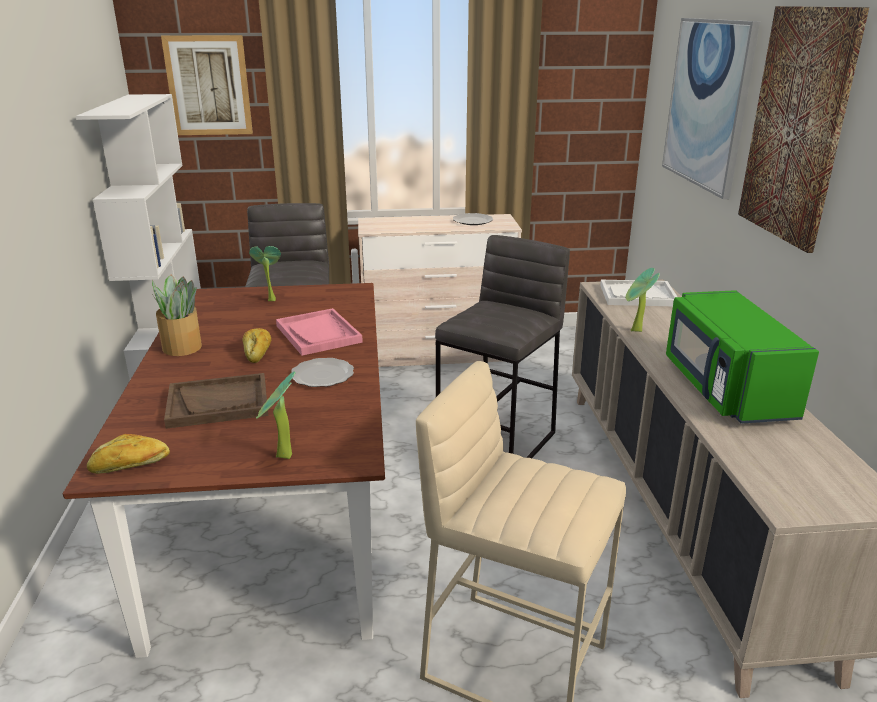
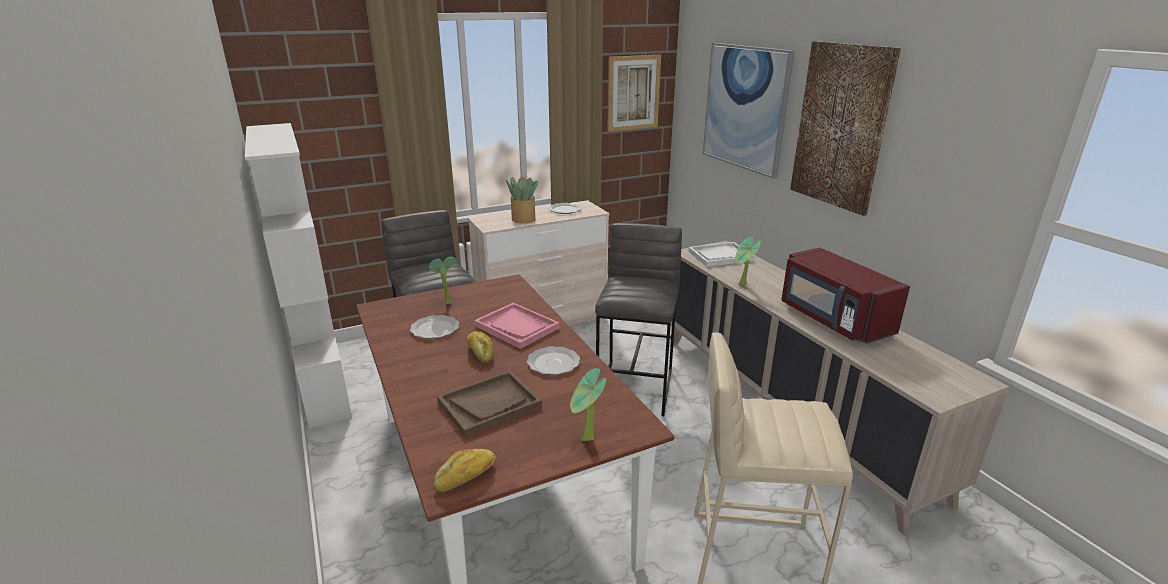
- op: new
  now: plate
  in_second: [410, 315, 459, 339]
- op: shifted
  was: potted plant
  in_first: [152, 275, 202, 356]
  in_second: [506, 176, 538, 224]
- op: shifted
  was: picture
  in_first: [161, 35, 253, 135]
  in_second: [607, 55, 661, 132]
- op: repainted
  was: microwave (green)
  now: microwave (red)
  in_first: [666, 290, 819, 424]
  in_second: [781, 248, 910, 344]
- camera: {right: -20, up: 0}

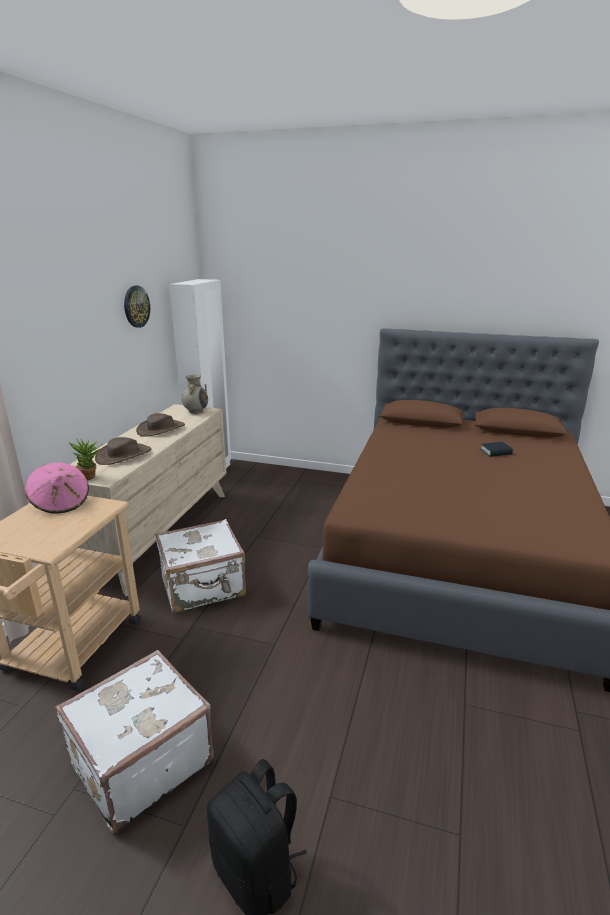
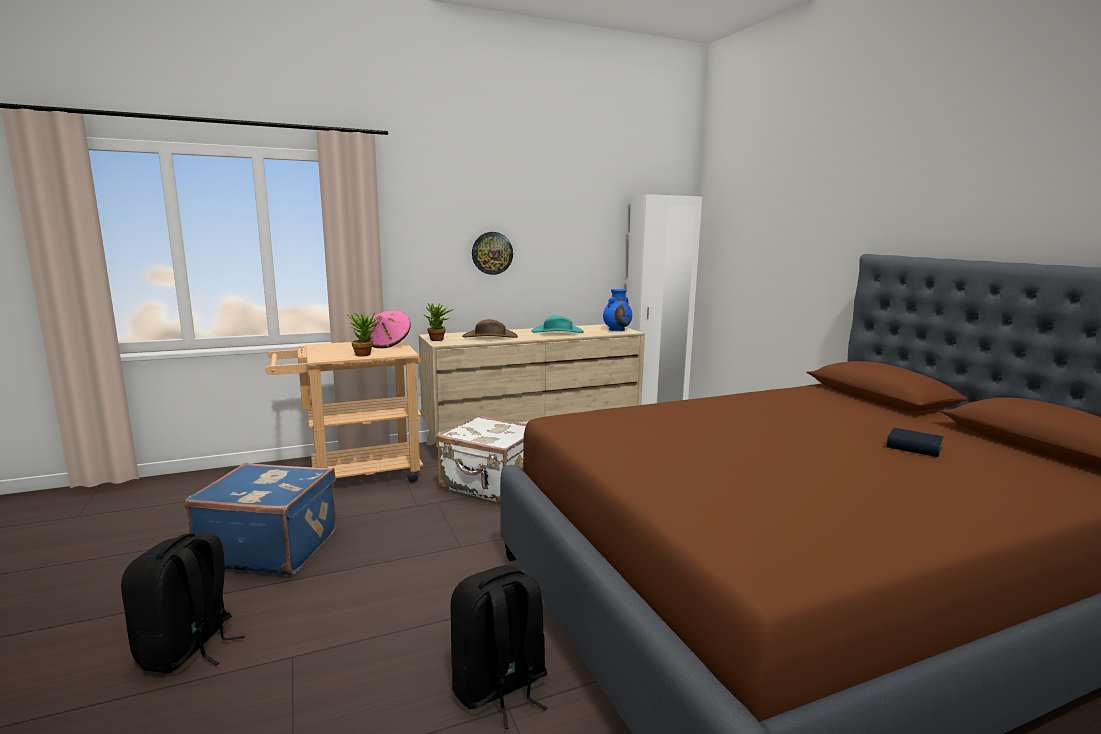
- op: new
  now: potted plant
  in_second: [346, 313, 381, 356]
- op: new
  now: backpack (black)
  in_second: [450, 565, 548, 729]
- op: shifted
  was: wall clock
  in_first: [124, 286, 150, 328]
  in_second: [472, 232, 513, 275]
- op: repainted
  was: suitcase (white)
  now: suitcase (blue)
  in_first: [55, 650, 214, 834]
  in_second: [184, 463, 337, 575]
- op: repainted
  was: hat (brown)
  now: hat (turquoise)
  in_first: [136, 413, 185, 437]
  in_second: [532, 316, 584, 333]
- op: repainted
  was: vase (beige)
  now: vase (blue)
  in_first: [182, 374, 208, 414]
  in_second: [603, 289, 632, 331]
- camera: {right: 50, up: -10}

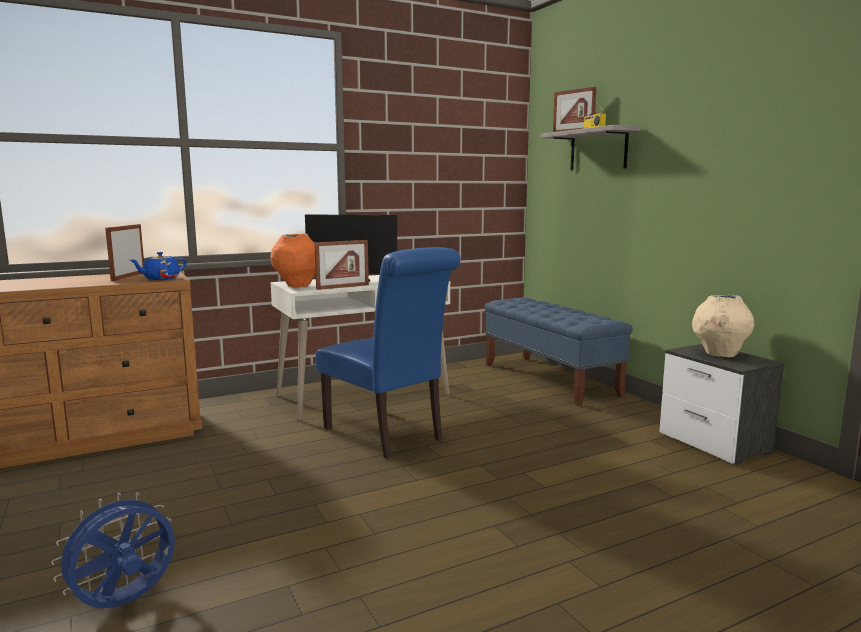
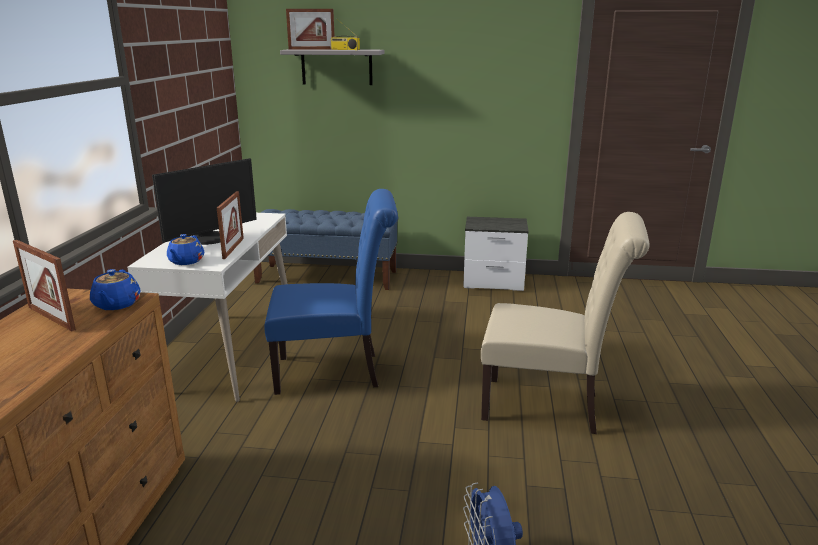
- op: gone
  was: vase (beige)
  in_first: [692, 295, 754, 358]
- op: new
  now: chair (beige)
  in_second: [481, 212, 649, 434]
- op: swapped
  was: vase (orange)
  now: teapot (blue)
  in_first: [270, 234, 316, 288]
  in_second: [167, 234, 204, 265]
- camera: {right: -55, up: 10}

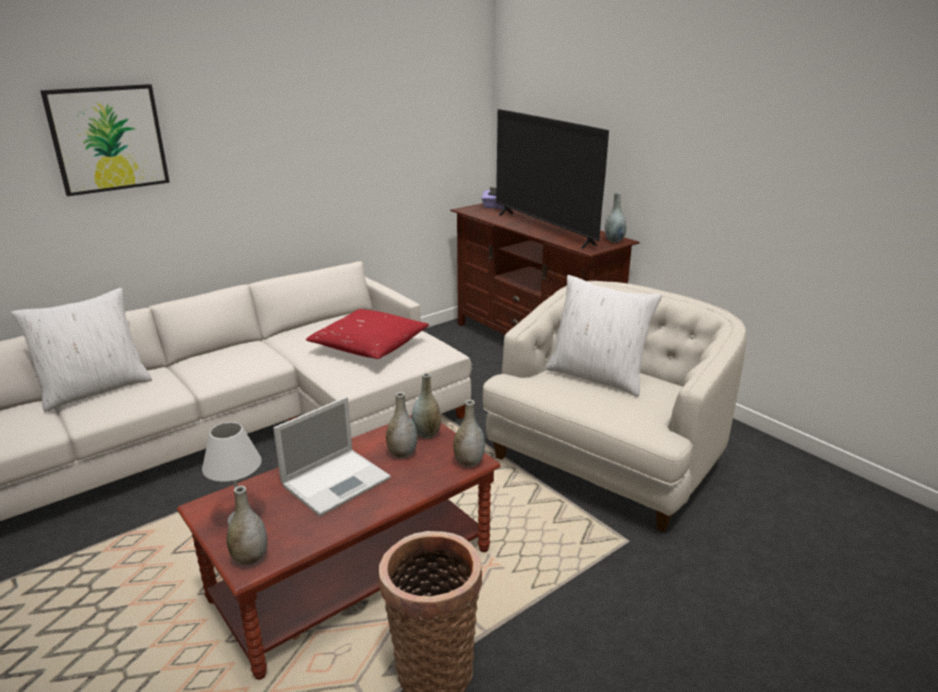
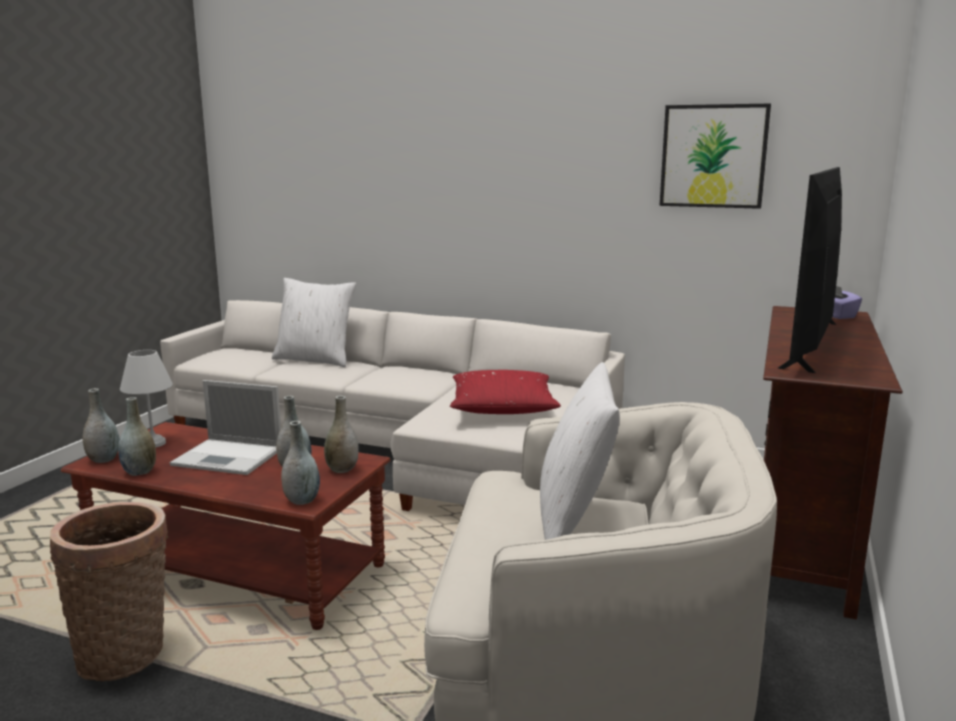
- op: shifted
  was: picture
  in_first: [40, 84, 170, 196]
  in_second: [660, 104, 771, 209]
- op: shifted
  was: vase (grey)
  in_first: [605, 192, 626, 242]
  in_second: [118, 397, 156, 476]
- camera: {right: 60, up: -10}

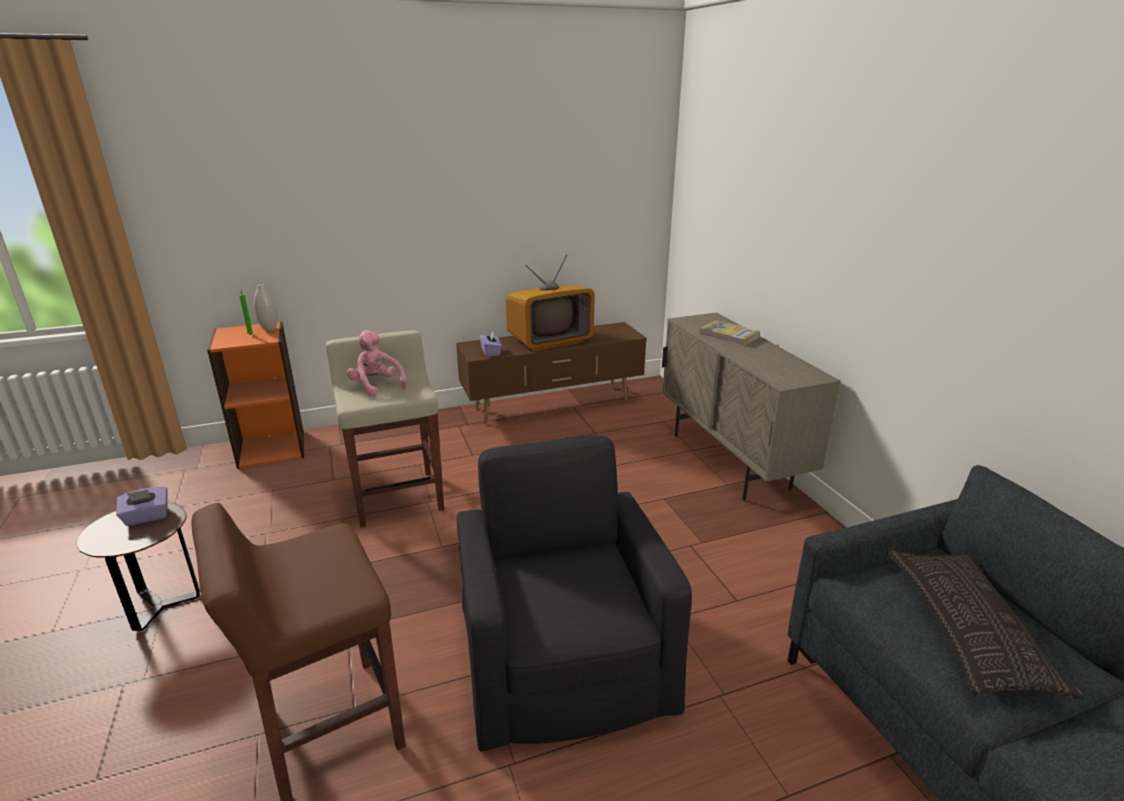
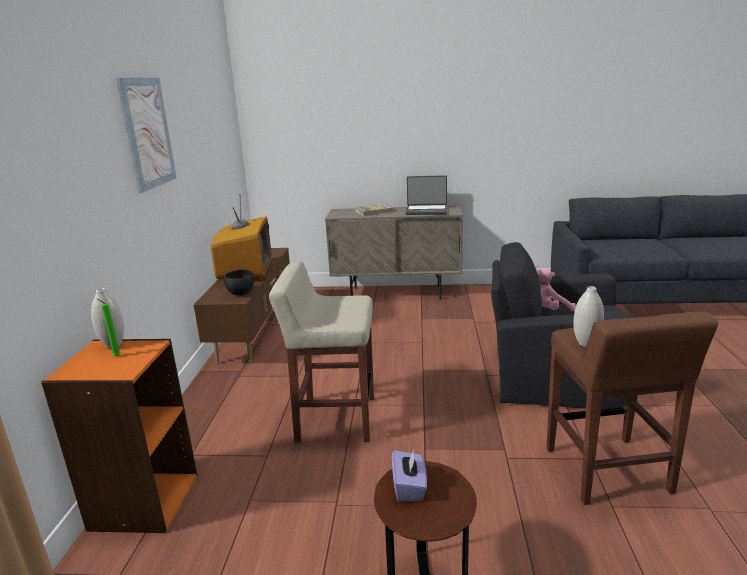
- op: gone
  was: pillow
  in_first: [887, 550, 1084, 699]
- op: new
  now: picture
  in_second: [116, 78, 177, 193]
- op: new
  now: laptop
  in_second: [405, 175, 447, 215]
- op: new
  now: vase (white)
  in_second: [573, 286, 604, 347]
- op: shifted
  was: plush toy (pink)
  in_first: [347, 330, 407, 397]
  in_second: [537, 268, 576, 312]
- op: swapped
  was: tissue box (purple)
  now: bowl (black)
  in_first: [480, 330, 502, 357]
  in_second: [224, 269, 254, 296]
- camera: {right: -65, up: -5}

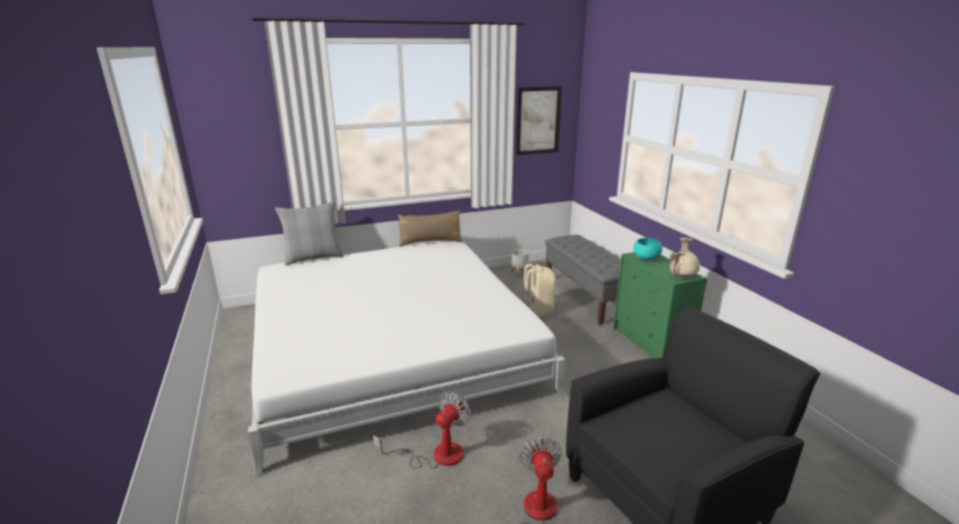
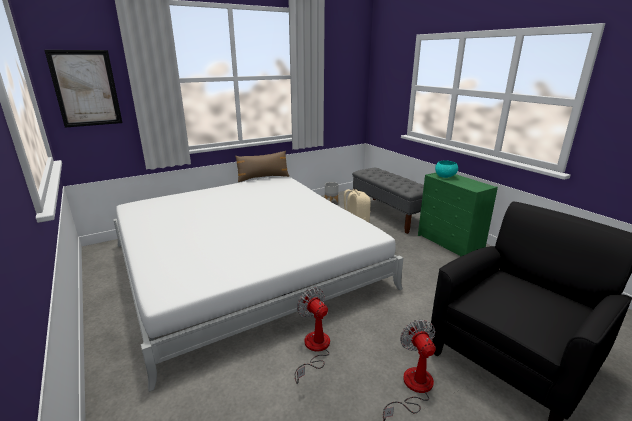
- op: gone
  was: pillow (grey)
  in_first: [275, 201, 344, 265]
- op: gone
  was: vase (beige)
  in_first: [670, 238, 700, 279]
- op: shifted
  was: picture
  in_first: [516, 86, 562, 155]
  in_second: [45, 50, 122, 128]
- op: rotated
  was: fan
  in_first: [373, 392, 471, 469]
  in_second: [295, 287, 330, 384]
  clockwise: -60
- camera: {right: -10, up: 0}

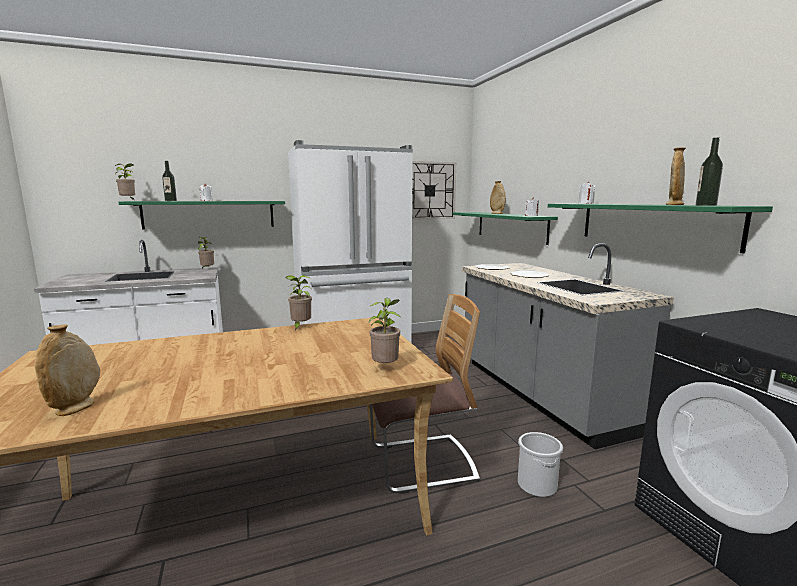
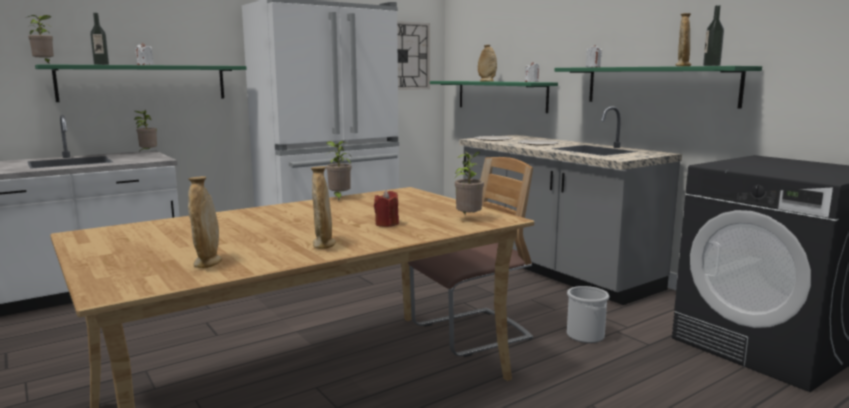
- op: new
  now: vase (beige)
  in_second: [311, 166, 336, 249]
- op: new
  now: candle (red)
  in_second: [374, 190, 399, 227]
- camera: {right: -15, up: 0}

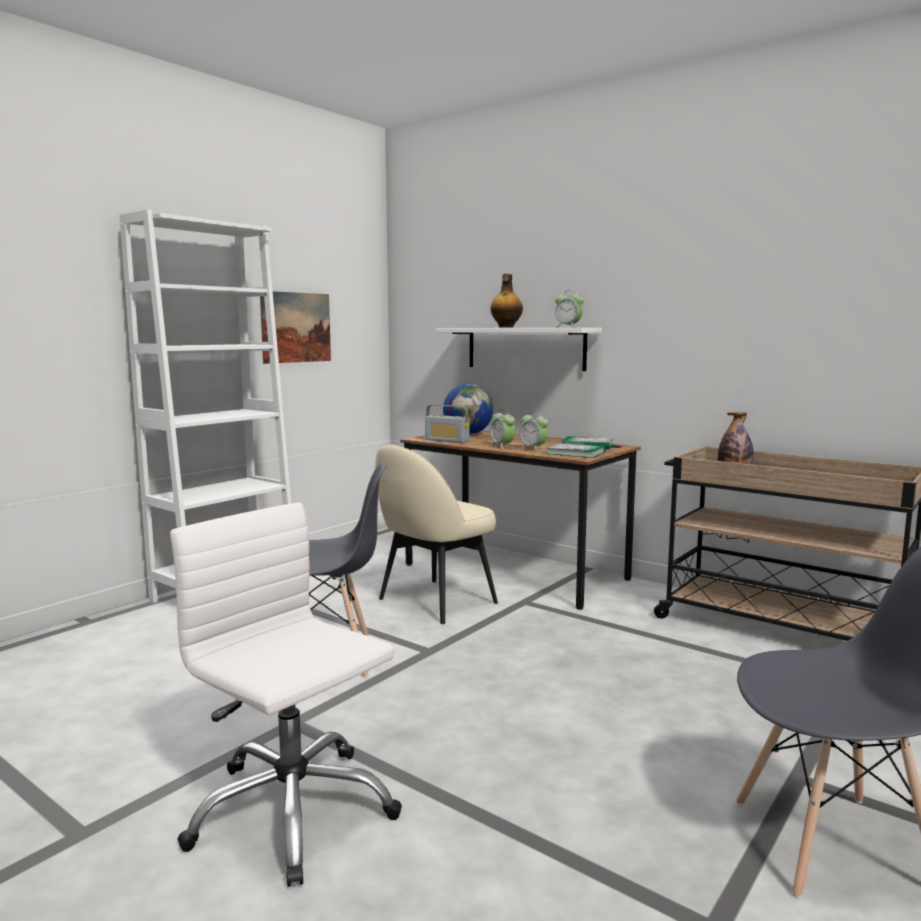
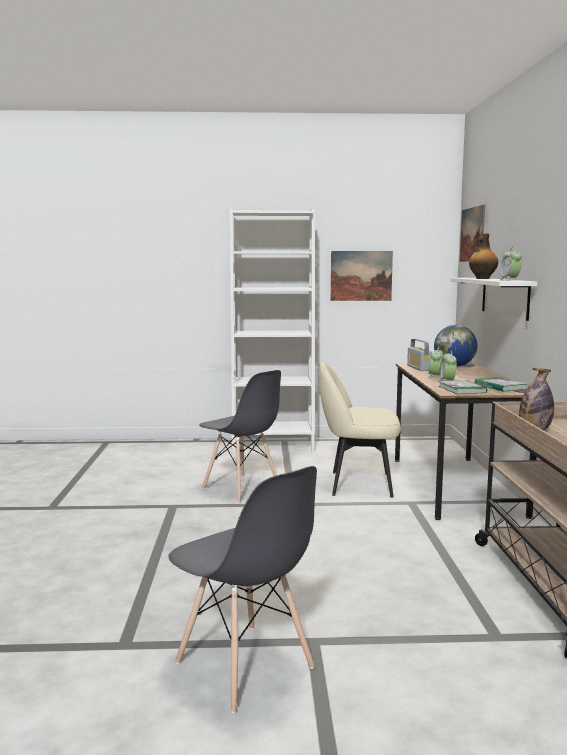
- op: gone
  was: office chair (white)
  in_first: [170, 502, 402, 887]
- op: new
  now: picture
  in_second: [460, 205, 485, 262]
- camera: {right: 50, up: 0}

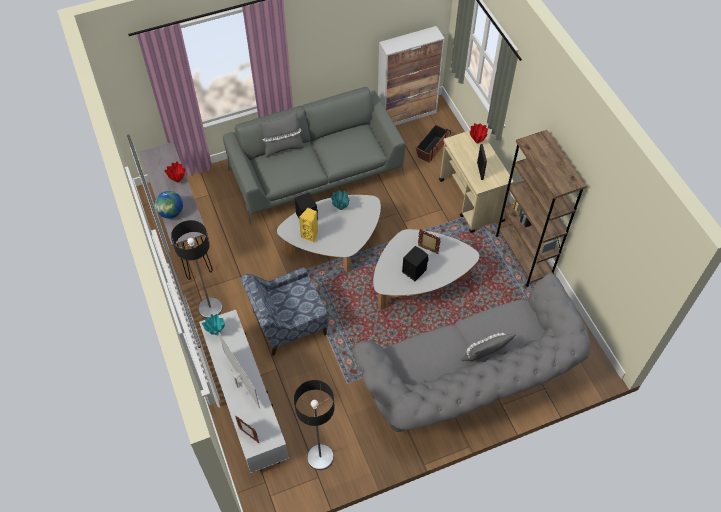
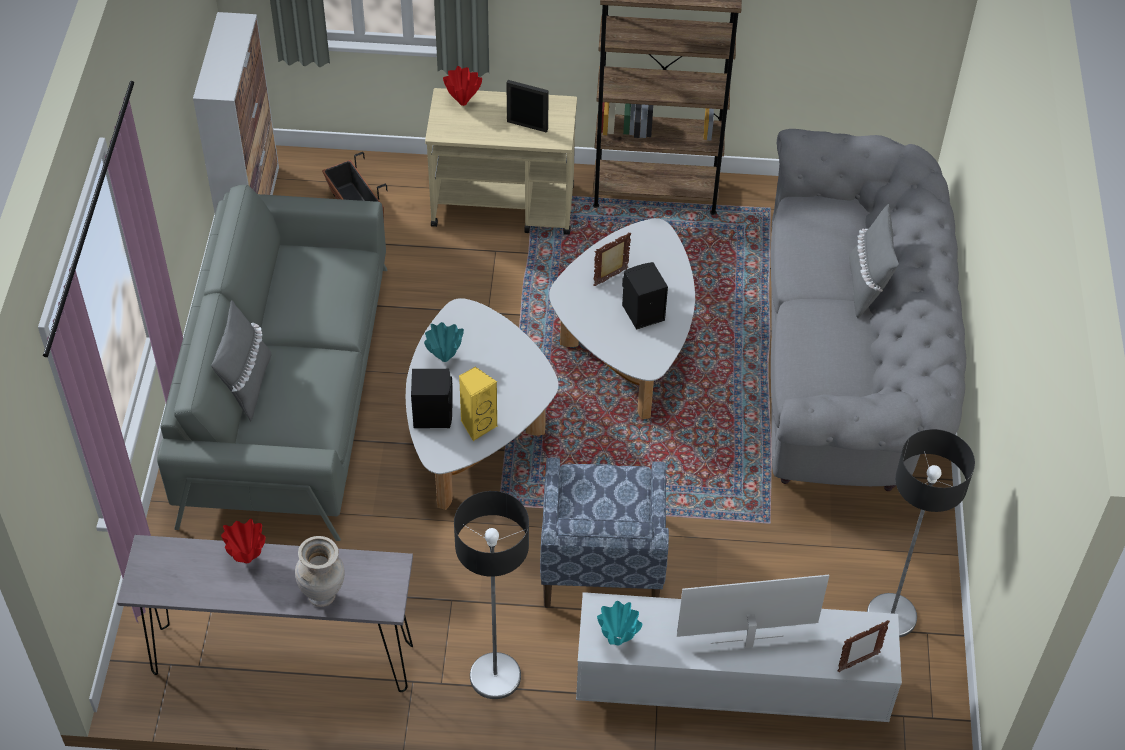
- op: swapped
  was: globe
  now: vase (beige)
  in_first: [155, 191, 183, 219]
  in_second: [295, 536, 345, 607]
- camera: {right: -65, up: -5}

